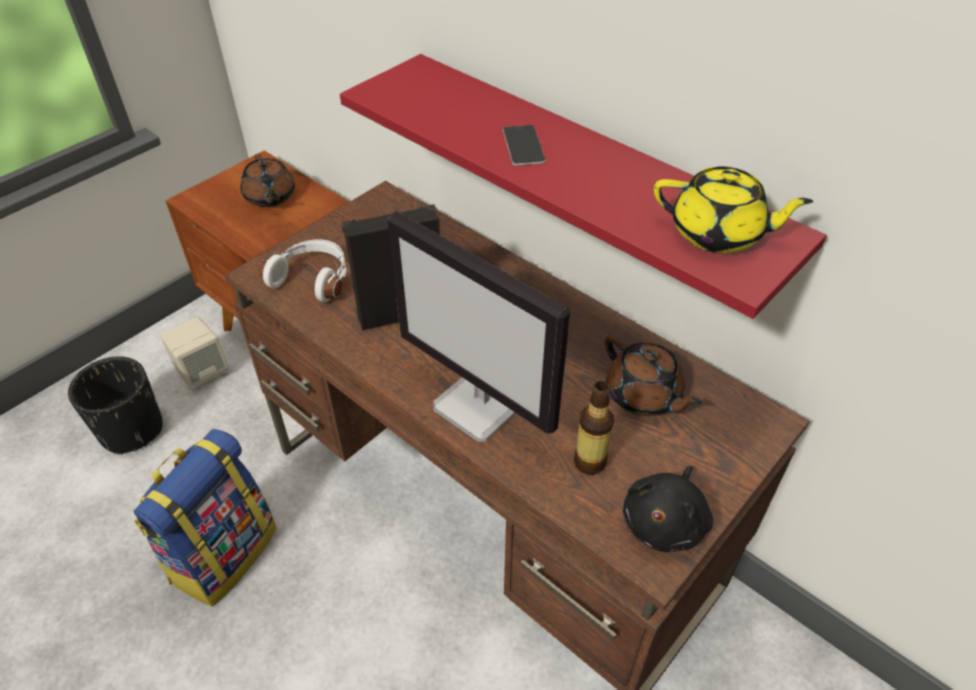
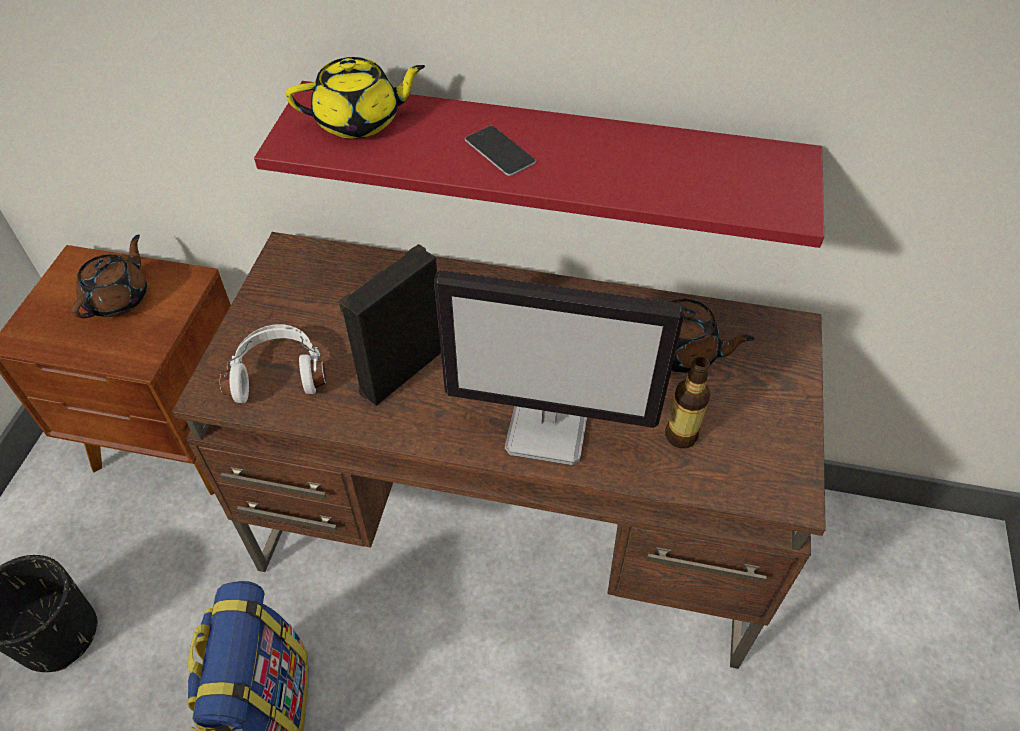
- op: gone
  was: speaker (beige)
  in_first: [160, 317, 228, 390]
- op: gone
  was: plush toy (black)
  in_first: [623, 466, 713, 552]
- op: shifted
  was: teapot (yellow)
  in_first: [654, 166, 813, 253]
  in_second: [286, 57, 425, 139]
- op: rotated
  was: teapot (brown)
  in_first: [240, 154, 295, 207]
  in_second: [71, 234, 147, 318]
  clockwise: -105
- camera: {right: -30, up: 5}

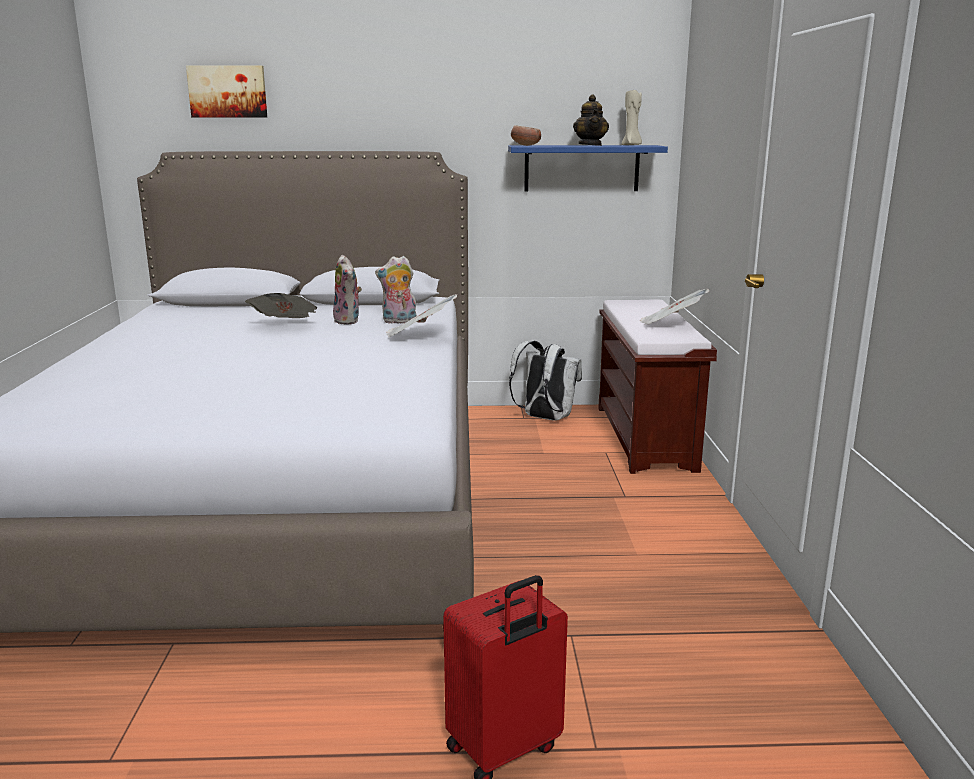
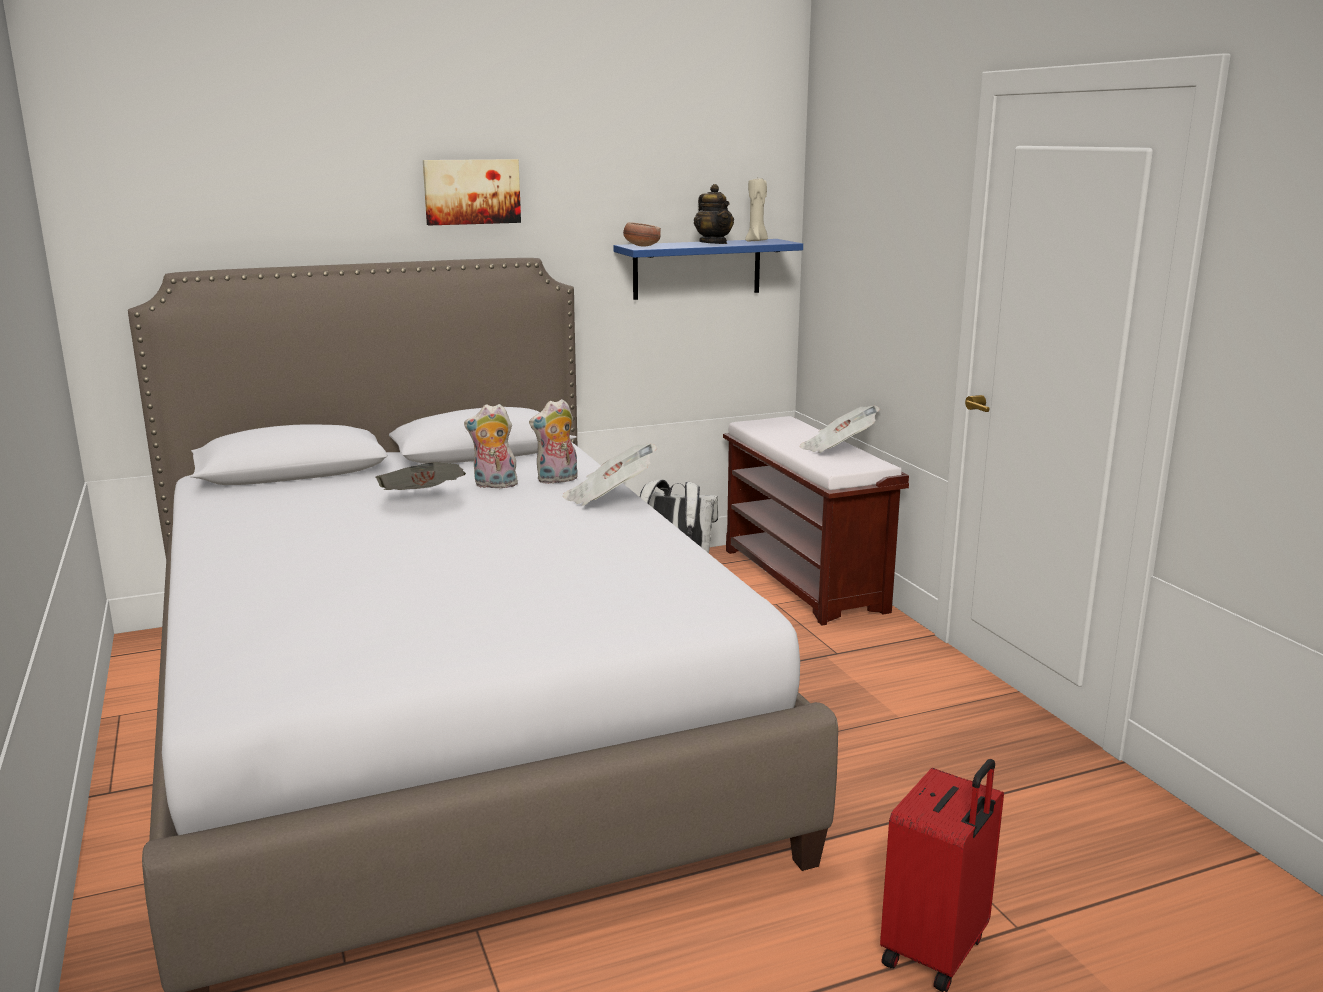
- op: shifted
  was: picture
  in_first: [186, 65, 267, 118]
  in_second: [423, 159, 521, 226]
- op: rotated
  was: plush toy
  in_first: [333, 255, 362, 325]
  in_second: [464, 404, 518, 488]
  clockwise: 135
- camera: {right: -20, up: 0}

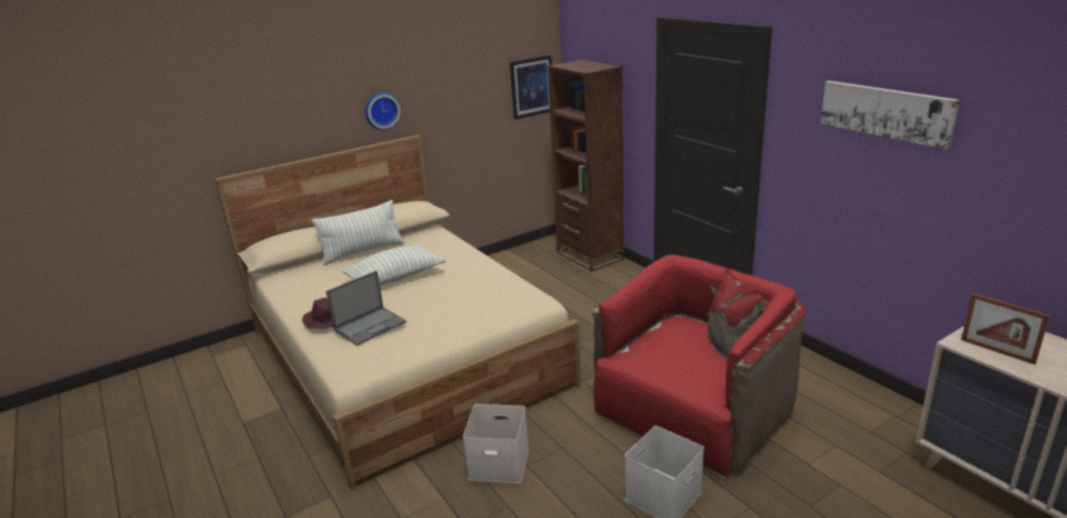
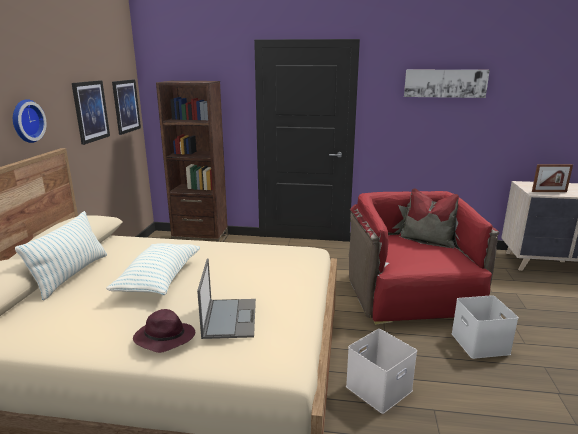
- op: new
  now: picture
  in_second: [72, 80, 110, 145]
- camera: {right: -50, up: -5}

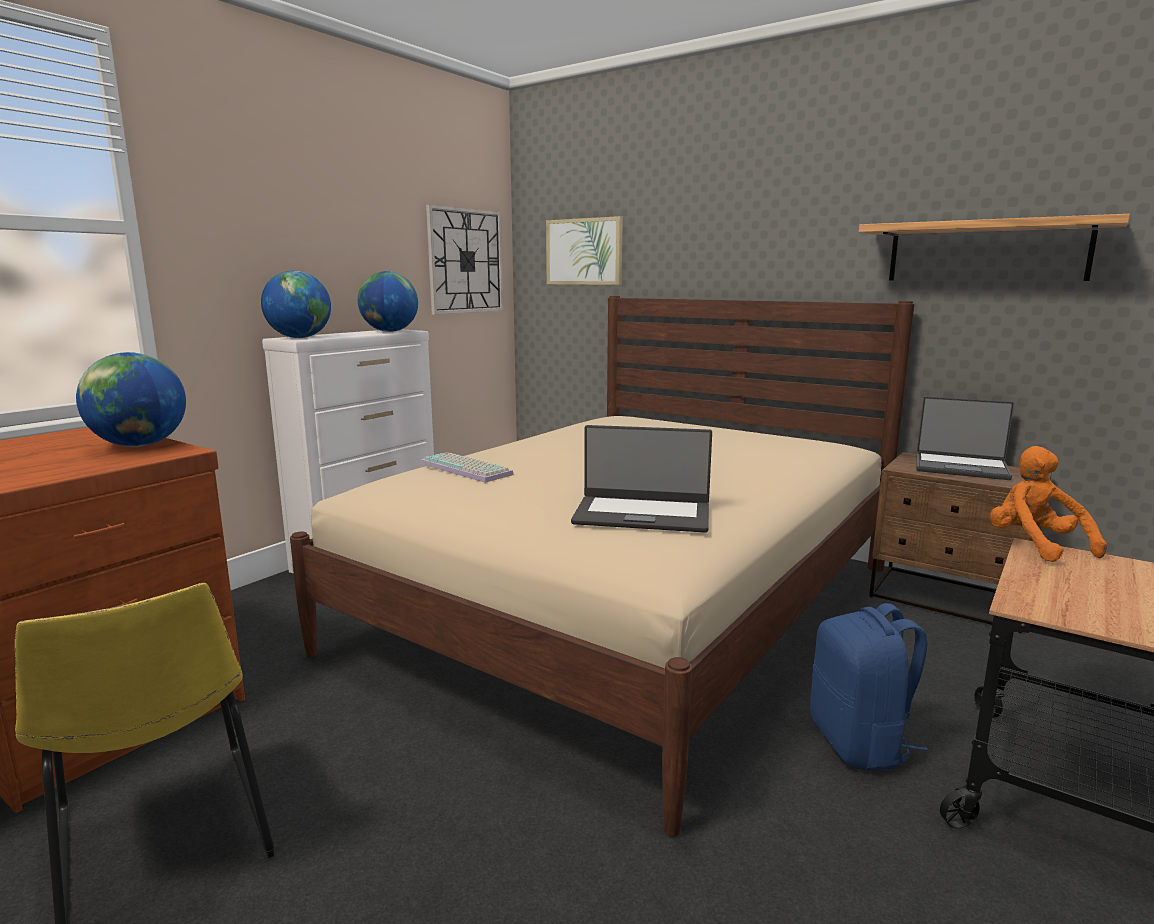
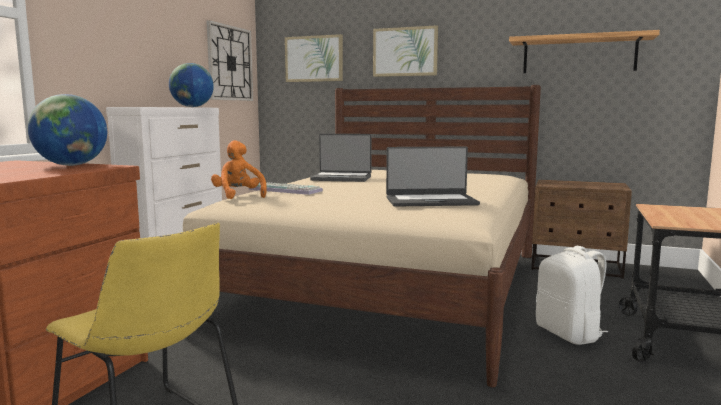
- op: gone
  was: globe
  in_first: [261, 271, 331, 338]
- op: new
  now: picture
  in_second: [373, 25, 438, 77]
- op: shifted
  was: laptop
  in_first: [916, 396, 1014, 480]
  in_second: [310, 134, 372, 182]
- op: shifted
  was: plush toy (orange)
  in_first: [990, 446, 1107, 562]
  in_second: [211, 140, 267, 199]
- op: repainted
  was: backpack (blue)
  now: backpack (white)
  in_first: [810, 603, 928, 770]
  in_second: [536, 246, 608, 345]
- camera: {right: -15, up: -5}

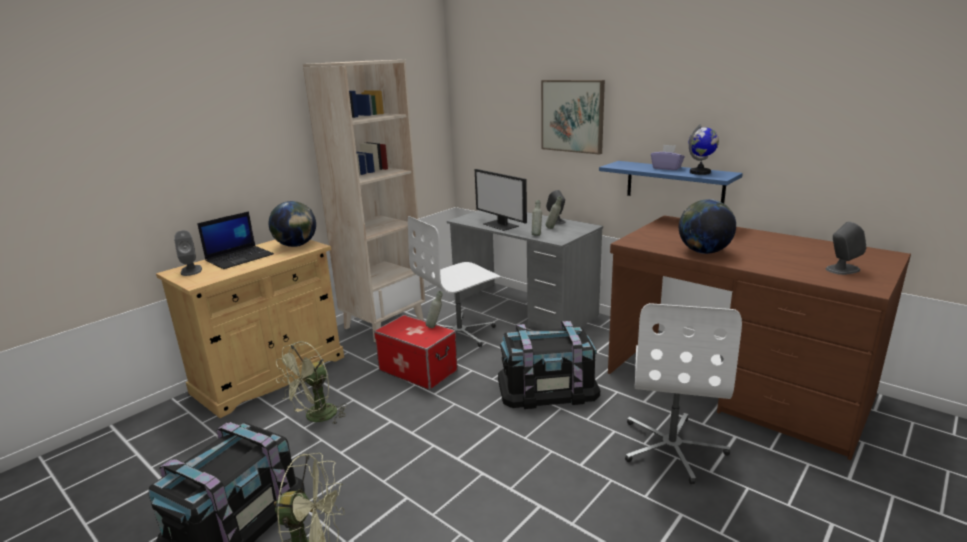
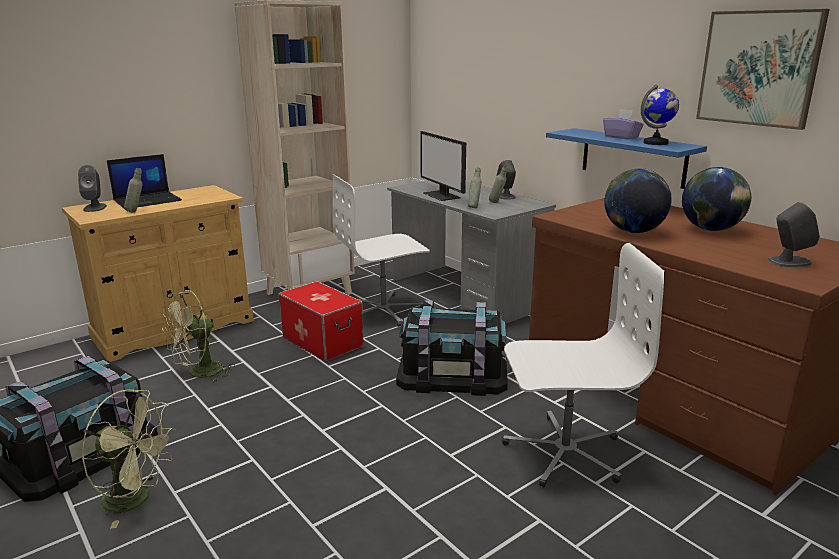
- op: shifted
  was: globe
  in_first: [269, 201, 316, 247]
  in_second: [682, 167, 751, 231]
- op: shifted
  was: bottle (grey)
  in_first: [425, 291, 443, 328]
  in_second: [124, 168, 142, 212]
- op: shifted
  was: picture
  in_first: [541, 80, 605, 155]
  in_second: [696, 9, 830, 130]
- op: rotated
  was: office chair (white)
  in_first: [625, 303, 742, 484]
  in_second: [502, 243, 664, 487]
  clockwise: -120
- camera: {right: 10, up: 0}

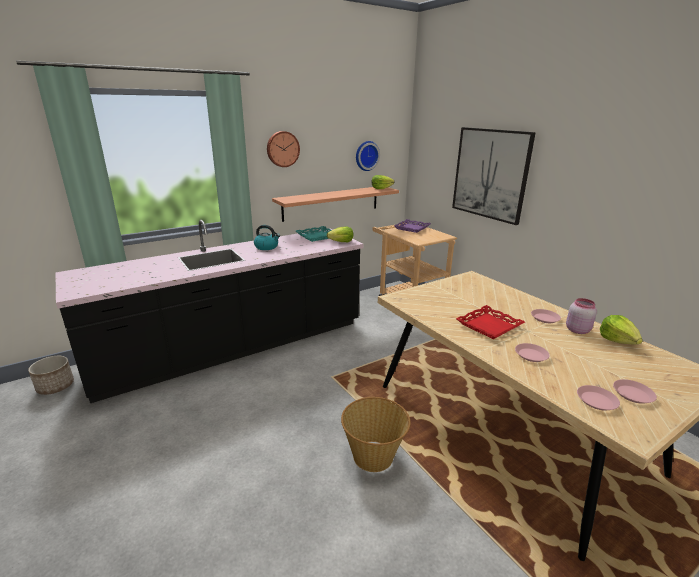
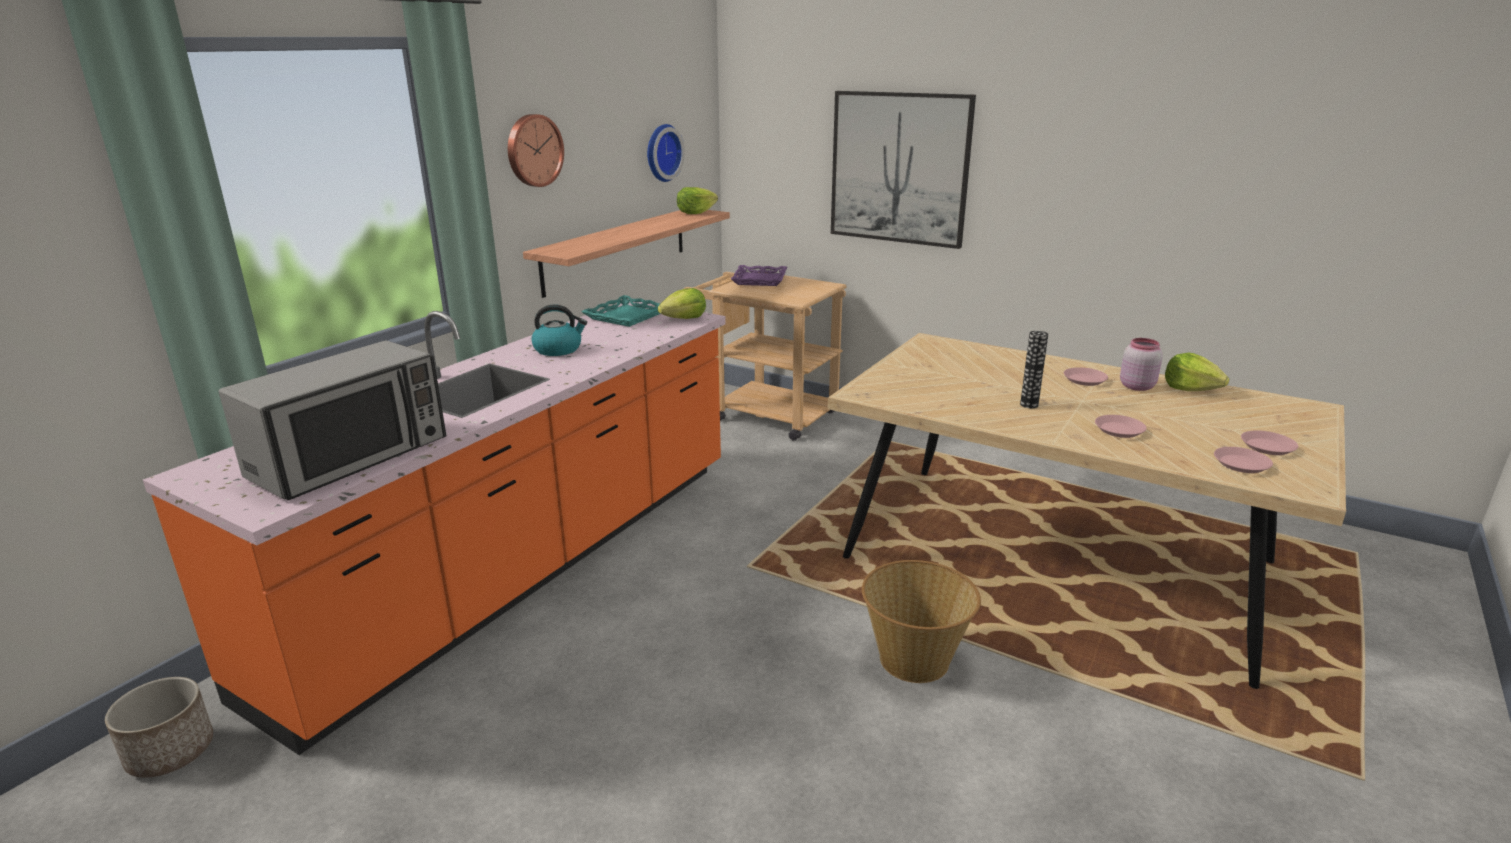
- op: new
  now: microwave
  in_second: [218, 340, 447, 500]
- op: swapped
  was: tray (red)
  now: vase
  in_first: [456, 305, 525, 339]
  in_second: [1020, 331, 1048, 408]
- op: repainted
  was: counter (black)
  now: counter (orange)
  in_first: [55, 220, 364, 403]
  in_second: [143, 302, 726, 755]
- camera: {right: -25, up: 0}

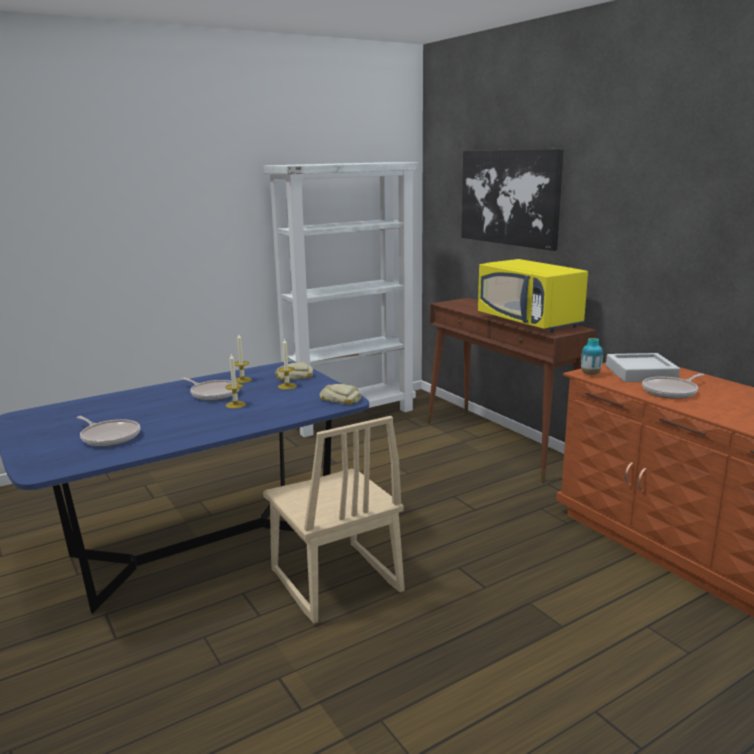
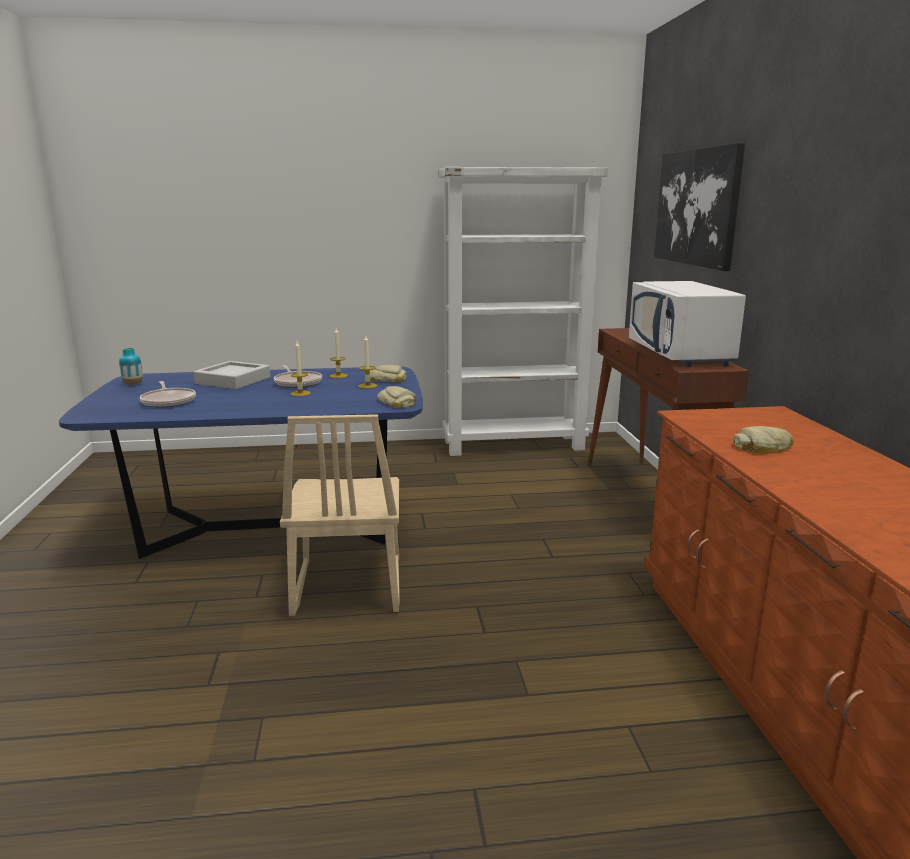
- op: shifted
  was: vase
  in_first: [581, 338, 603, 375]
  in_second: [119, 348, 143, 385]
- op: shifted
  was: tray (grey)
  in_first: [606, 353, 680, 382]
  in_second: [193, 361, 271, 389]
- op: swapped
  was: frying pan
  now: bread
  in_first: [642, 373, 704, 399]
  in_second: [734, 426, 794, 453]
- op: repainted
  was: microwave (yellow)
  now: microwave (white)
  in_first: [478, 259, 588, 332]
  in_second: [629, 281, 746, 367]
- camera: {right: 25, up: 0}

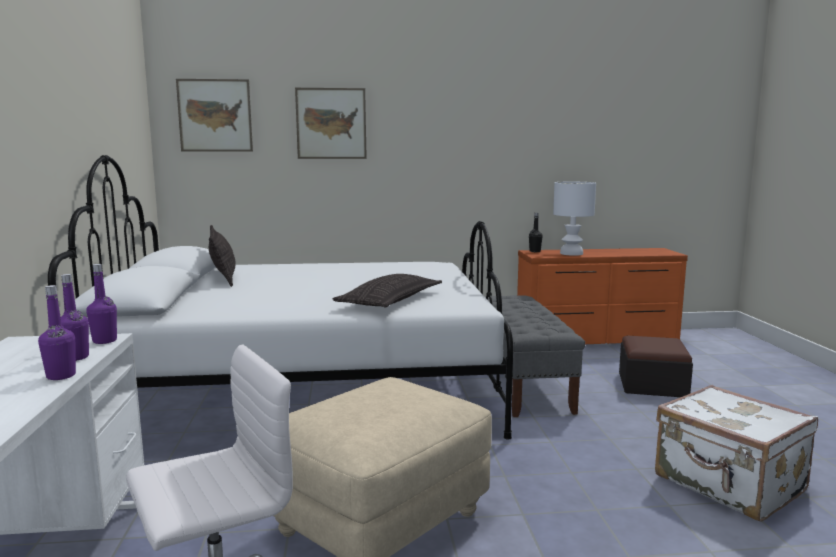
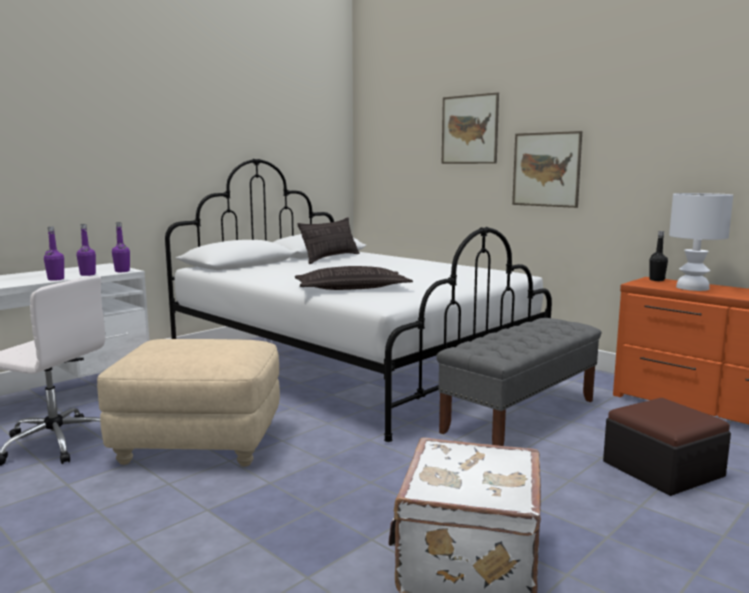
- op: shifted
  was: picture
  in_first: [176, 79, 253, 152]
  in_second: [512, 131, 582, 208]
- camera: {right: 50, up: 0}

